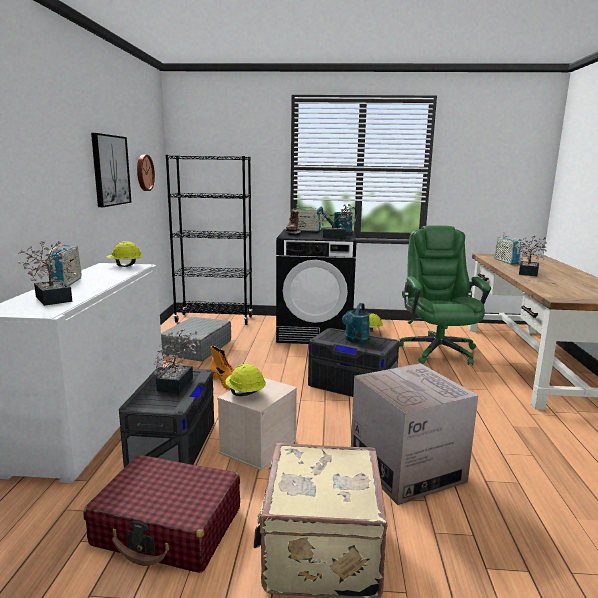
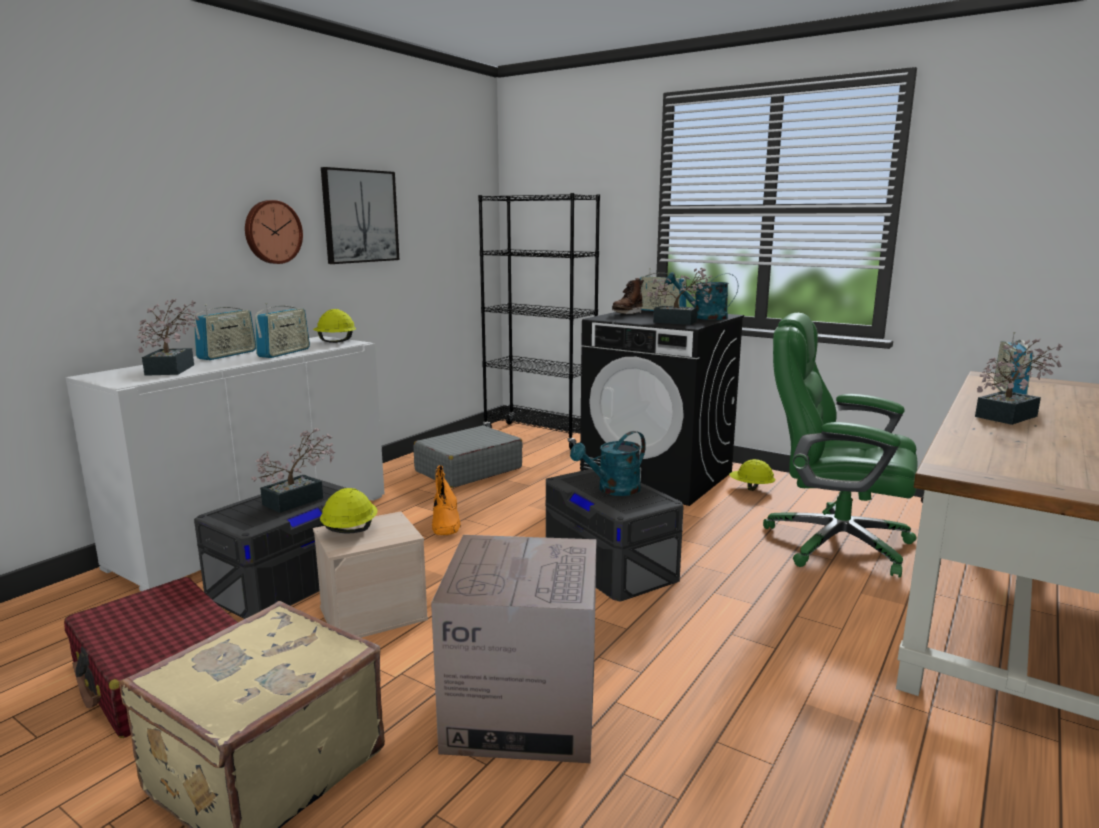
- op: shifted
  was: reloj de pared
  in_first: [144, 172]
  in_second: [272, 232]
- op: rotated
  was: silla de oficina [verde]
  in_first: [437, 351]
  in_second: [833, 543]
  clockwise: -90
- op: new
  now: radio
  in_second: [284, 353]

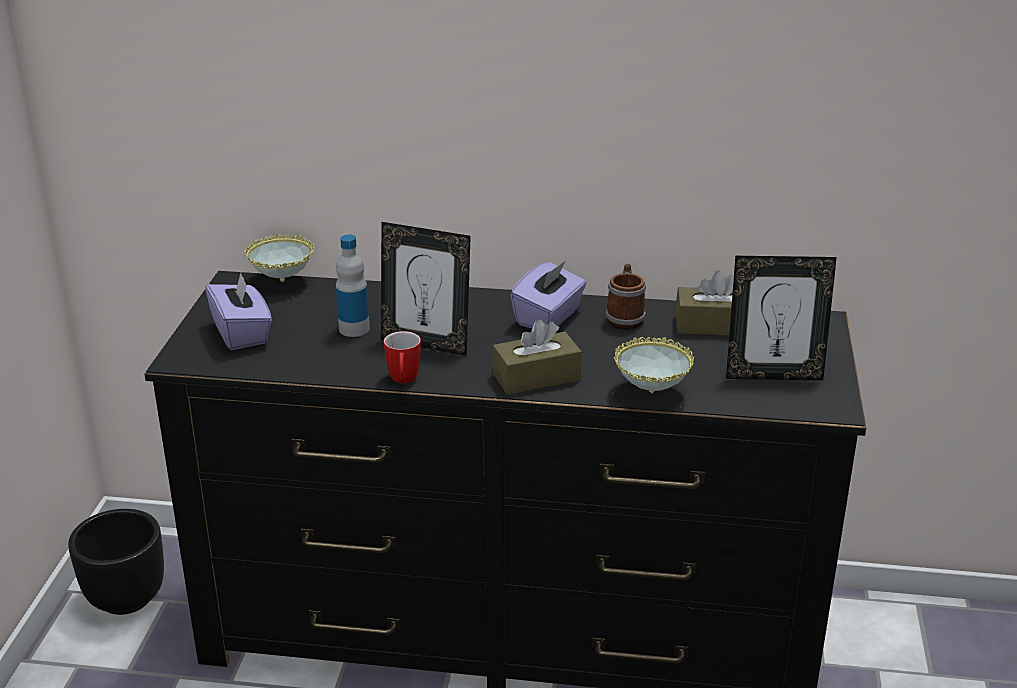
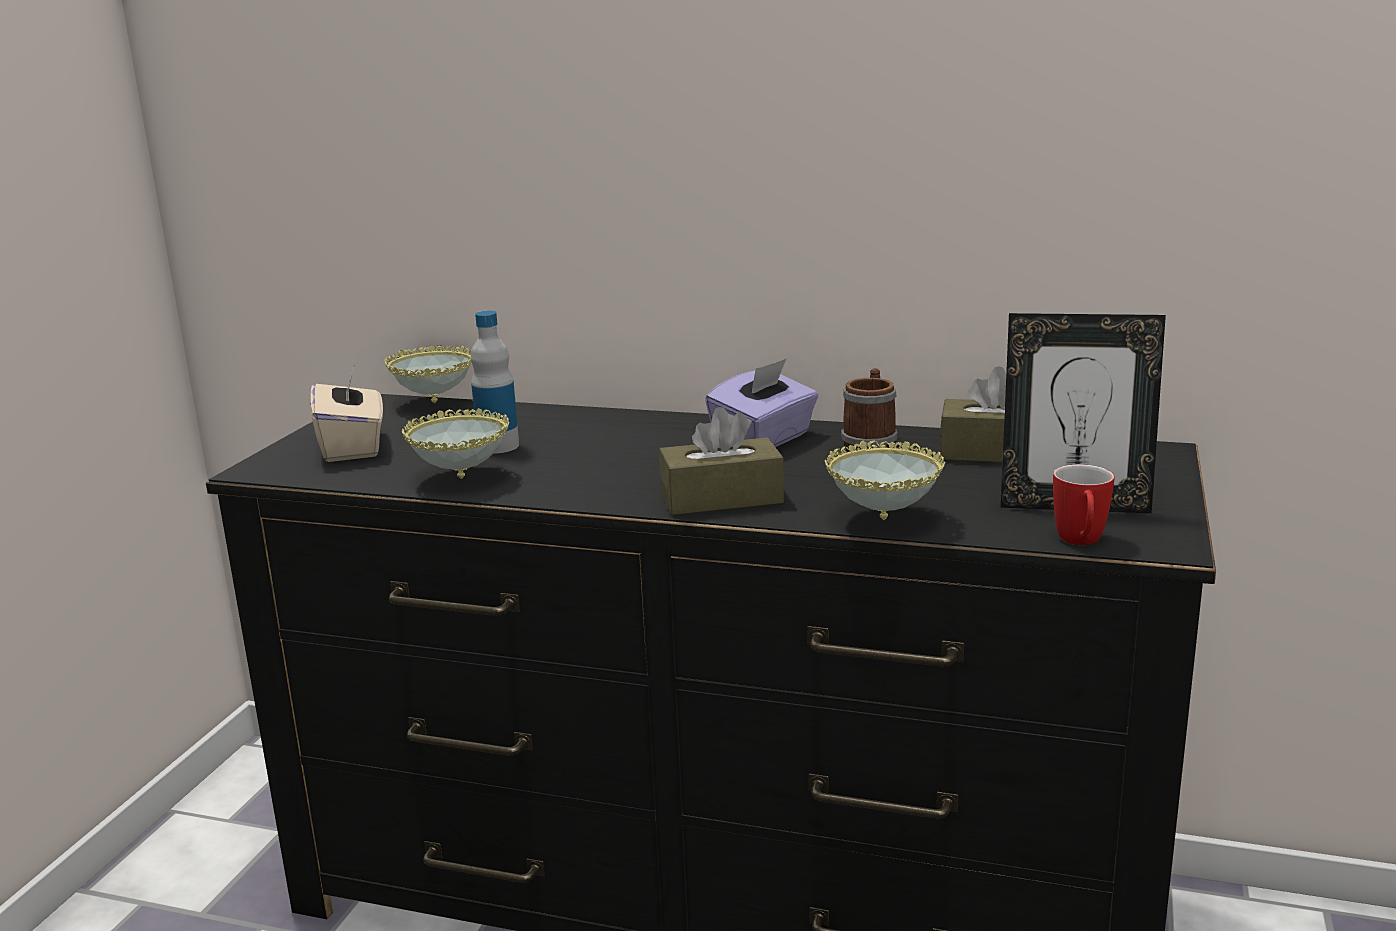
- op: gone
  was: portarretratos
  in_first: [426, 344]
- op: repainted
  was: caja de pañuelos [morado]
  now: caja de pañuelos [beis]
  in_first: [242, 333]
  in_second: [353, 447]
- op: shifted
  was: taza grande
  in_first: [403, 381]
  in_second: [1081, 543]
- op: gone
  was: maceta [negro]
  in_first: [127, 597]
- op: new
  now: cuenco
  in_second: [461, 478]

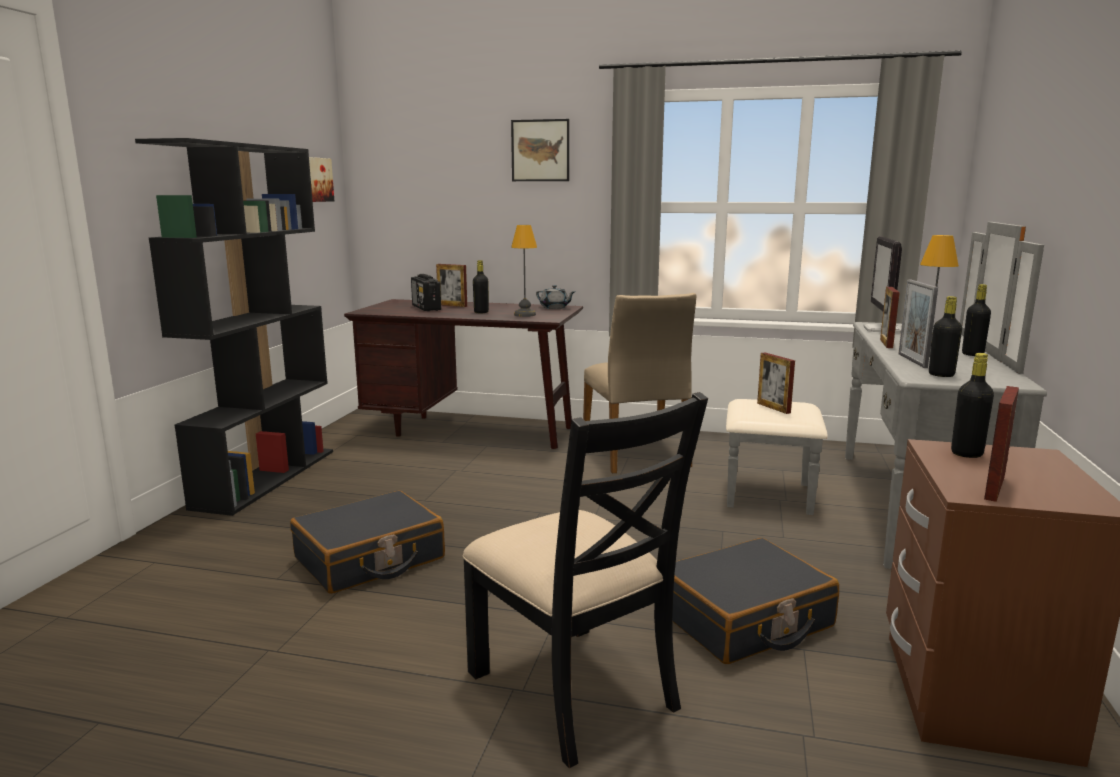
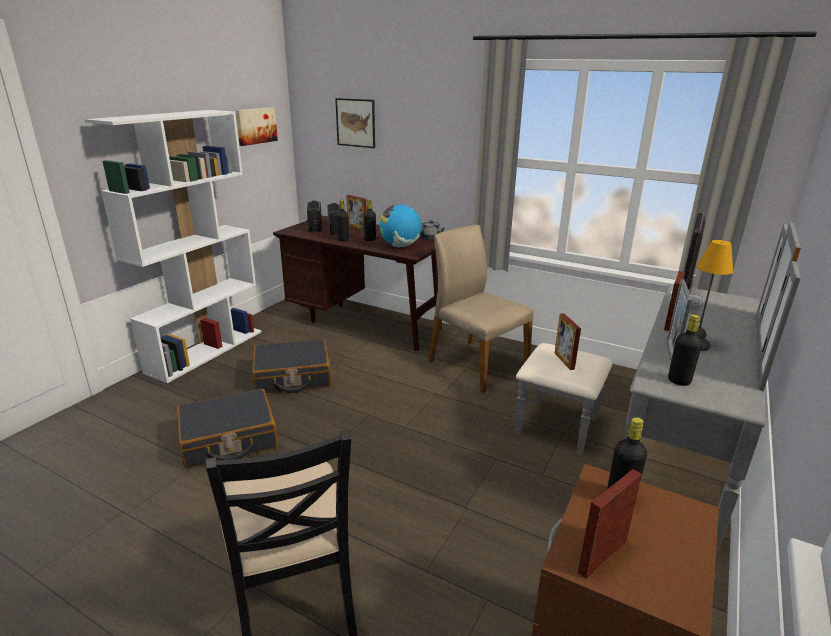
- op: shifted
  was: cuadro
  in_first: [540, 150]
  in_second: [355, 123]
- op: repainted
  was: estantería [negro]
  now: estantería [blanco]
  in_first: [266, 477]
  in_second: [206, 351]
- op: swapped
  was: lámpara de mesa
  now: globo terráqueo
  in_first: [525, 315]
  in_second: [400, 246]
- op: shifted
  was: botella [negro]
  in_first: [972, 354]
  in_second: [343, 240]
- op: rotated
  was: silla [beis]
  in_first: [637, 453]
  in_second: [476, 364]
  clockwise: 135
- op: shifted
  was: maleta [negro]
  in_first: [744, 619]
  in_second: [293, 377]
- op: new
  now: radio
  in_second: [315, 227]

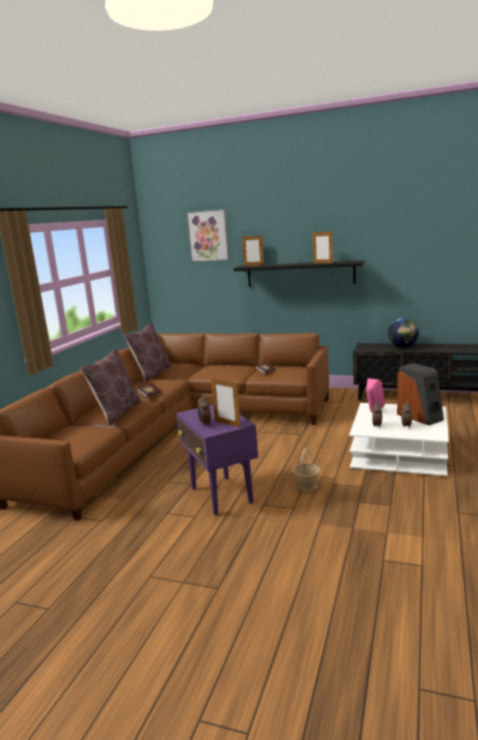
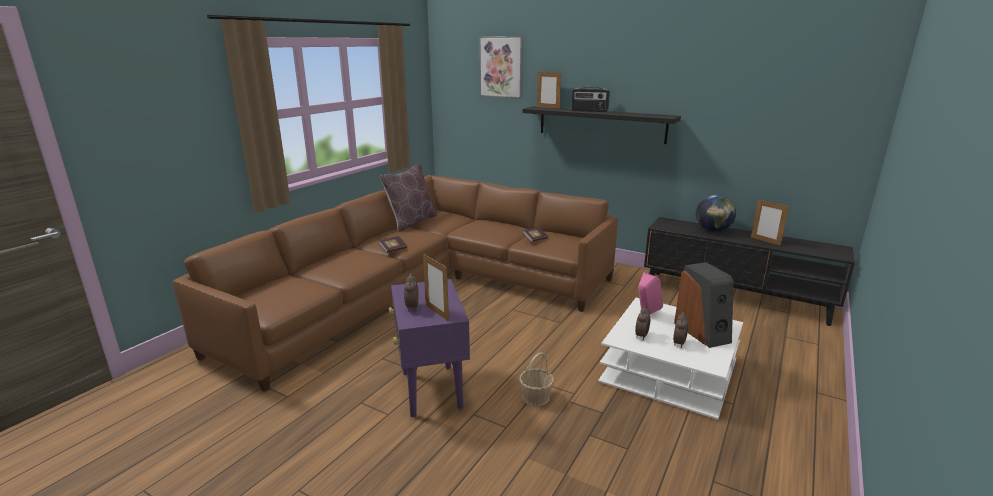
- op: shifted
  was: portarretratos
  in_first: [323, 263]
  in_second: [765, 241]
- op: gone
  was: cojín [marrón]
  in_first: [117, 413]
- op: new
  now: radio
  in_second: [589, 111]

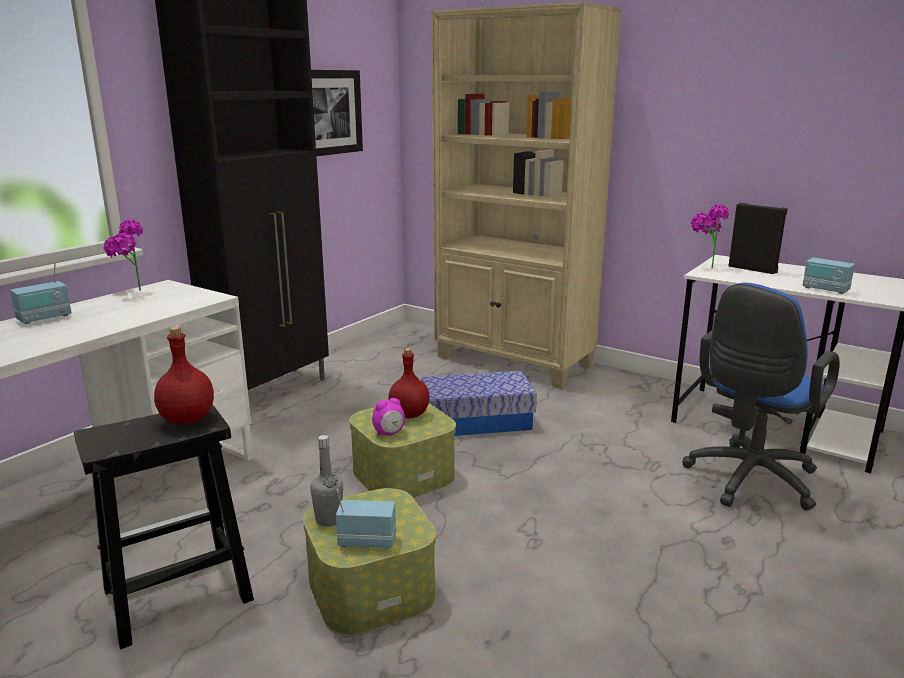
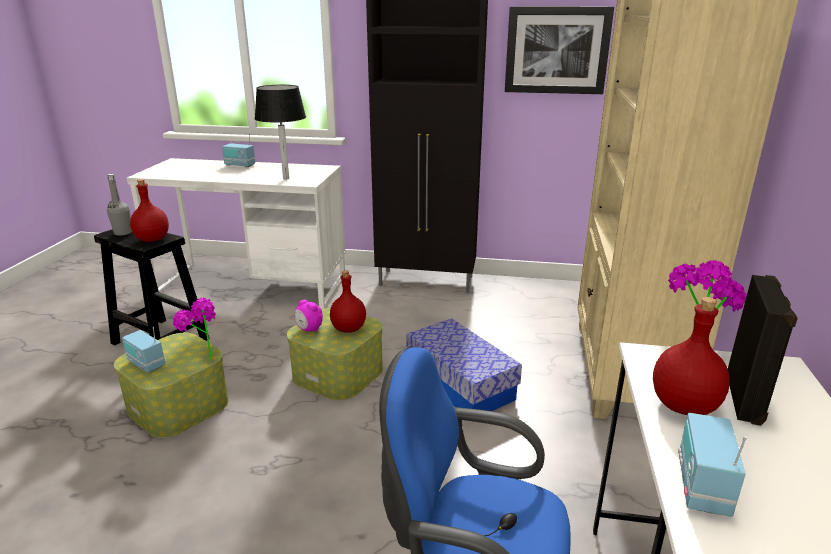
- op: shifted
  was: planta en maceta
  in_first: [131, 292]
  in_second: [203, 359]
- op: shifted
  was: botella [gris]
  in_first: [328, 519]
  in_second: [123, 233]
- op: rotated
  was: radio
  in_first: [367, 541]
  in_second: [146, 364]
  clockwise: 150
- op: new
  now: lámpara de mesa [negro]
  in_second: [286, 178]
- op: new
  now: botella [rojo]
  in_second: [685, 406]

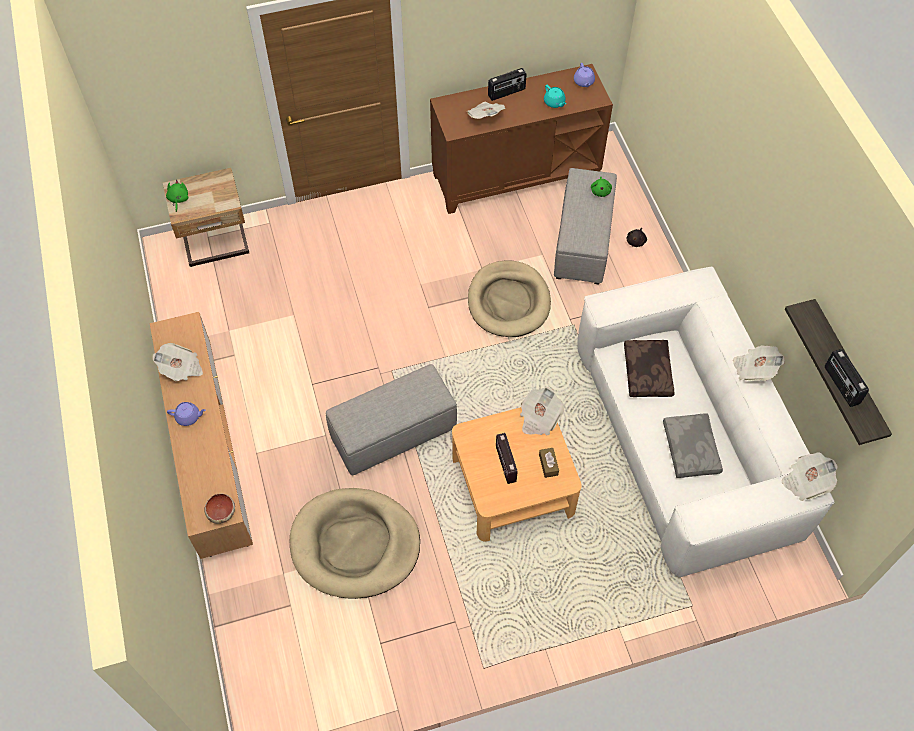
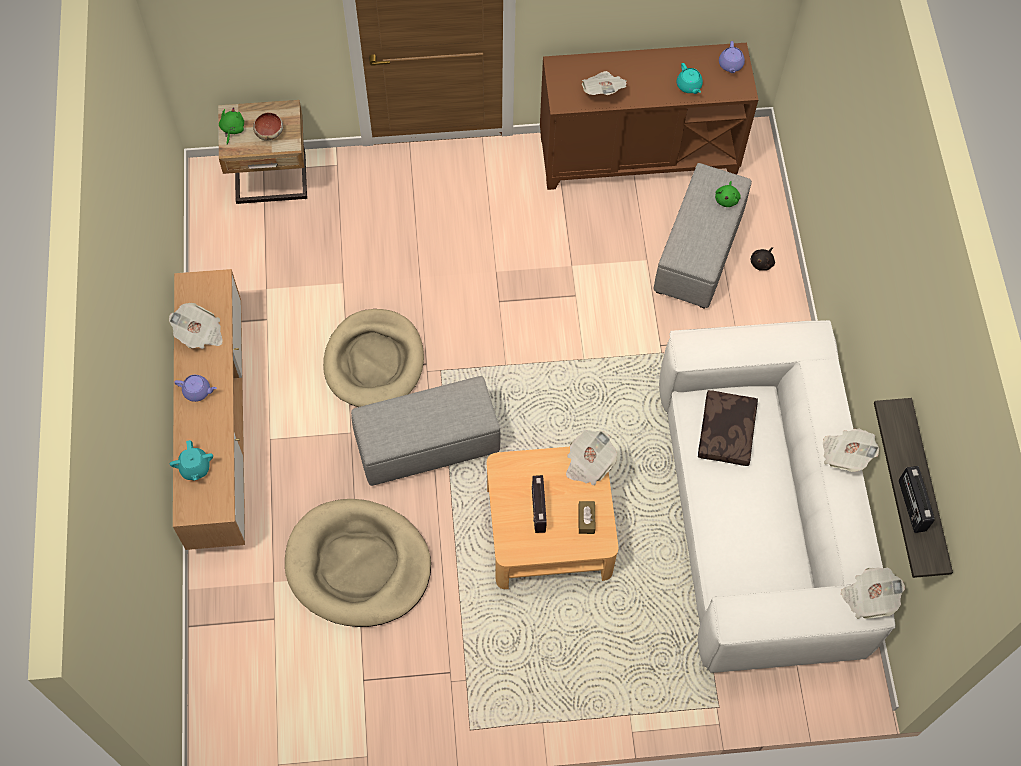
- op: gone
  was: radio
  in_first: [506, 93]
- op: shifted
  was: cama para perro [beis]
  in_first: [508, 301]
  in_second: [374, 361]
- op: gone
  was: cojín [gris]
  in_first: [691, 450]
- op: shifted
  was: cuenco
  in_first: [221, 512]
  in_second: [269, 132]
- op: new
  now: tetera [turquesa]
  in_second: [195, 468]

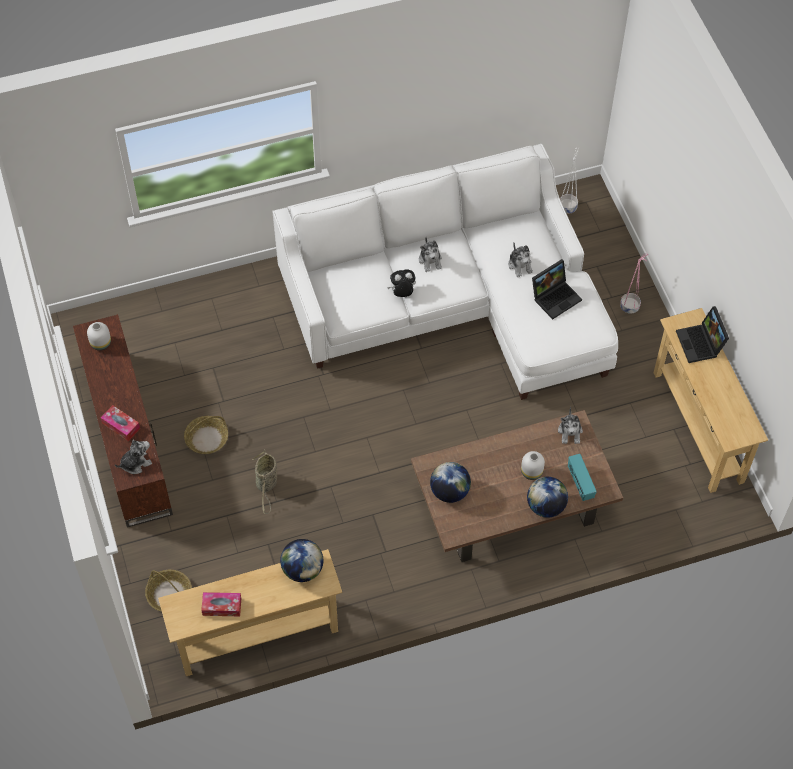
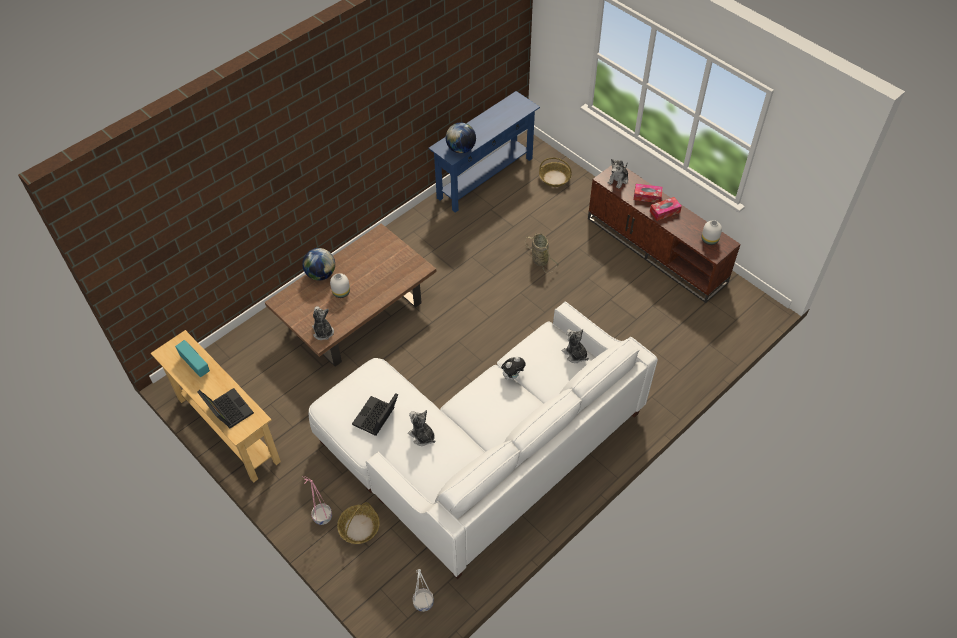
- op: shifted
  was: peluche
  in_first: [430, 260]
  in_second: [575, 354]
- op: shifted
  was: cesta
  in_first: [207, 439]
  in_second: [359, 528]
- op: shifted
  was: radio
  in_first: [580, 483]
  in_second: [195, 364]
- op: gone
  was: globo terráqueo
  in_first: [449, 491]
- op: repainted
  was: mesa consola [beis]
  now: mesa consola [azul]
  in_first: [257, 637]
  in_second: [485, 178]
- op: shifted
  was: caja de pañuelos
  in_first: [222, 607]
  in_second: [664, 212]

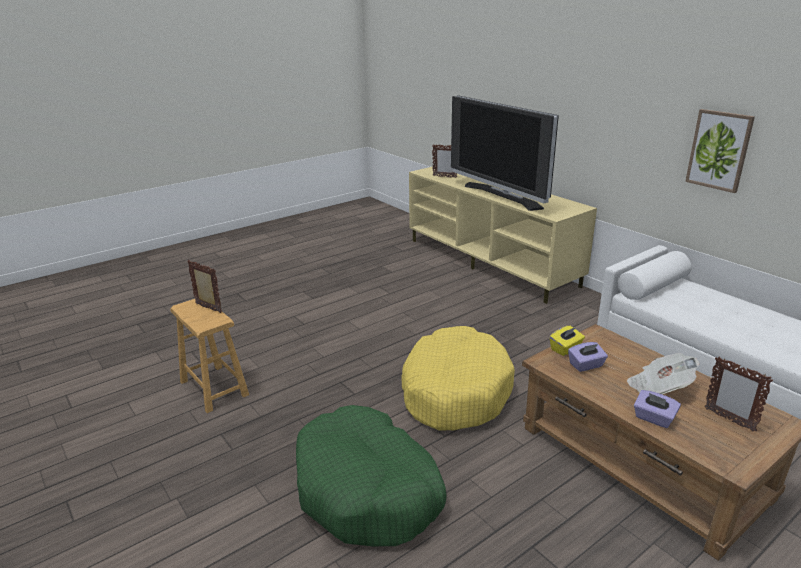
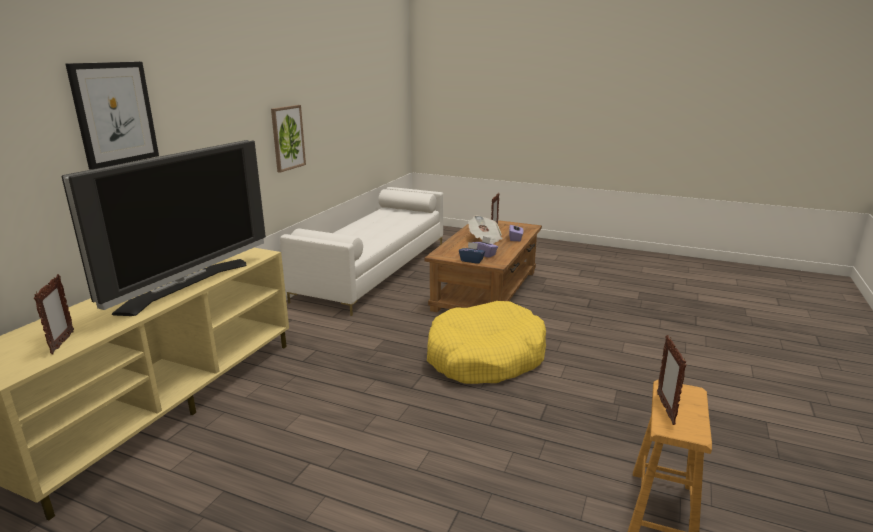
- op: repainted
  was: caja de pañuelos [amarillo]
  now: caja de pañuelos [azul]
  in_first: [566, 349]
  in_second: [471, 260]
- op: gone
  was: cama para perro [verde]
  in_first: [368, 490]
- op: new
  now: cuadro
  in_second: [114, 113]

